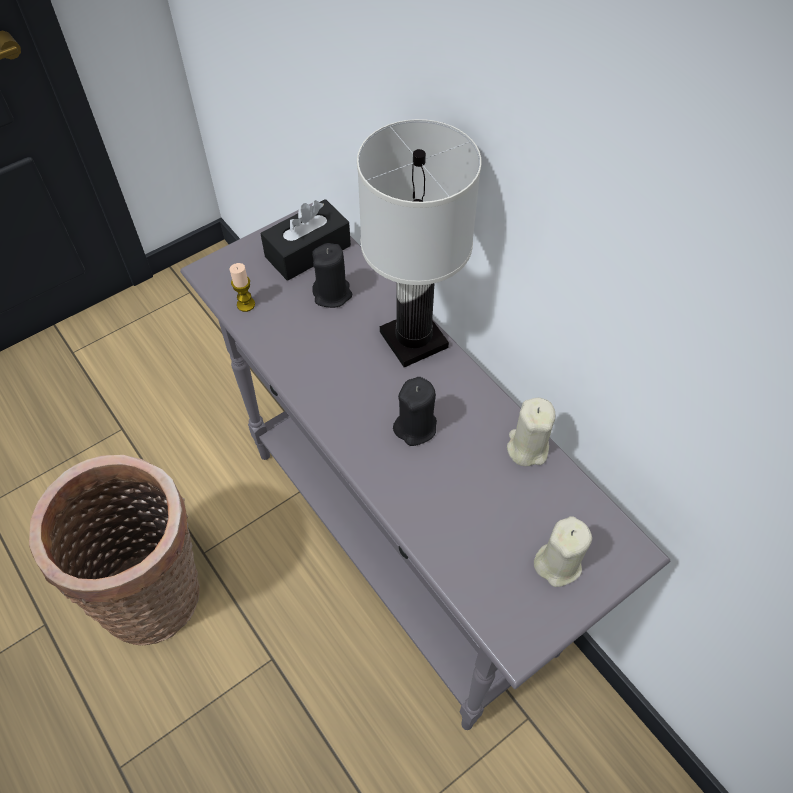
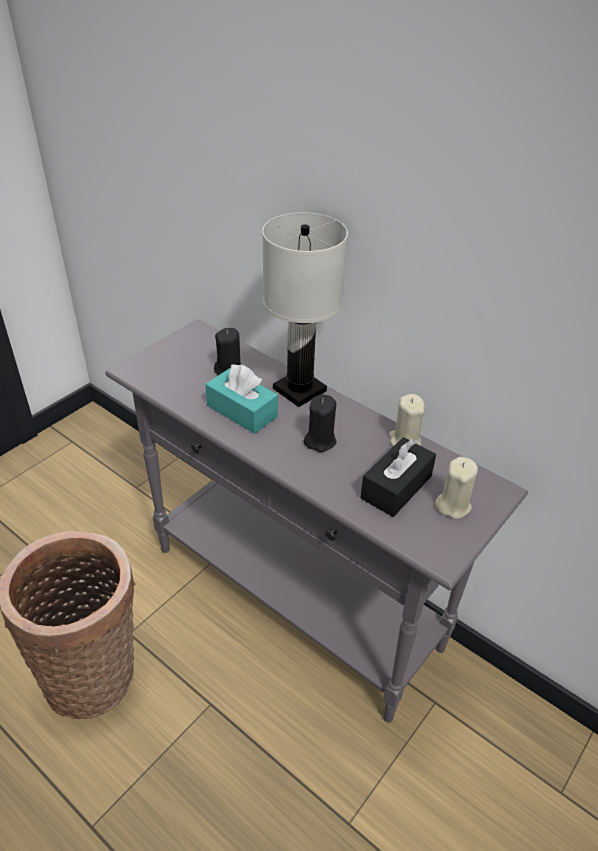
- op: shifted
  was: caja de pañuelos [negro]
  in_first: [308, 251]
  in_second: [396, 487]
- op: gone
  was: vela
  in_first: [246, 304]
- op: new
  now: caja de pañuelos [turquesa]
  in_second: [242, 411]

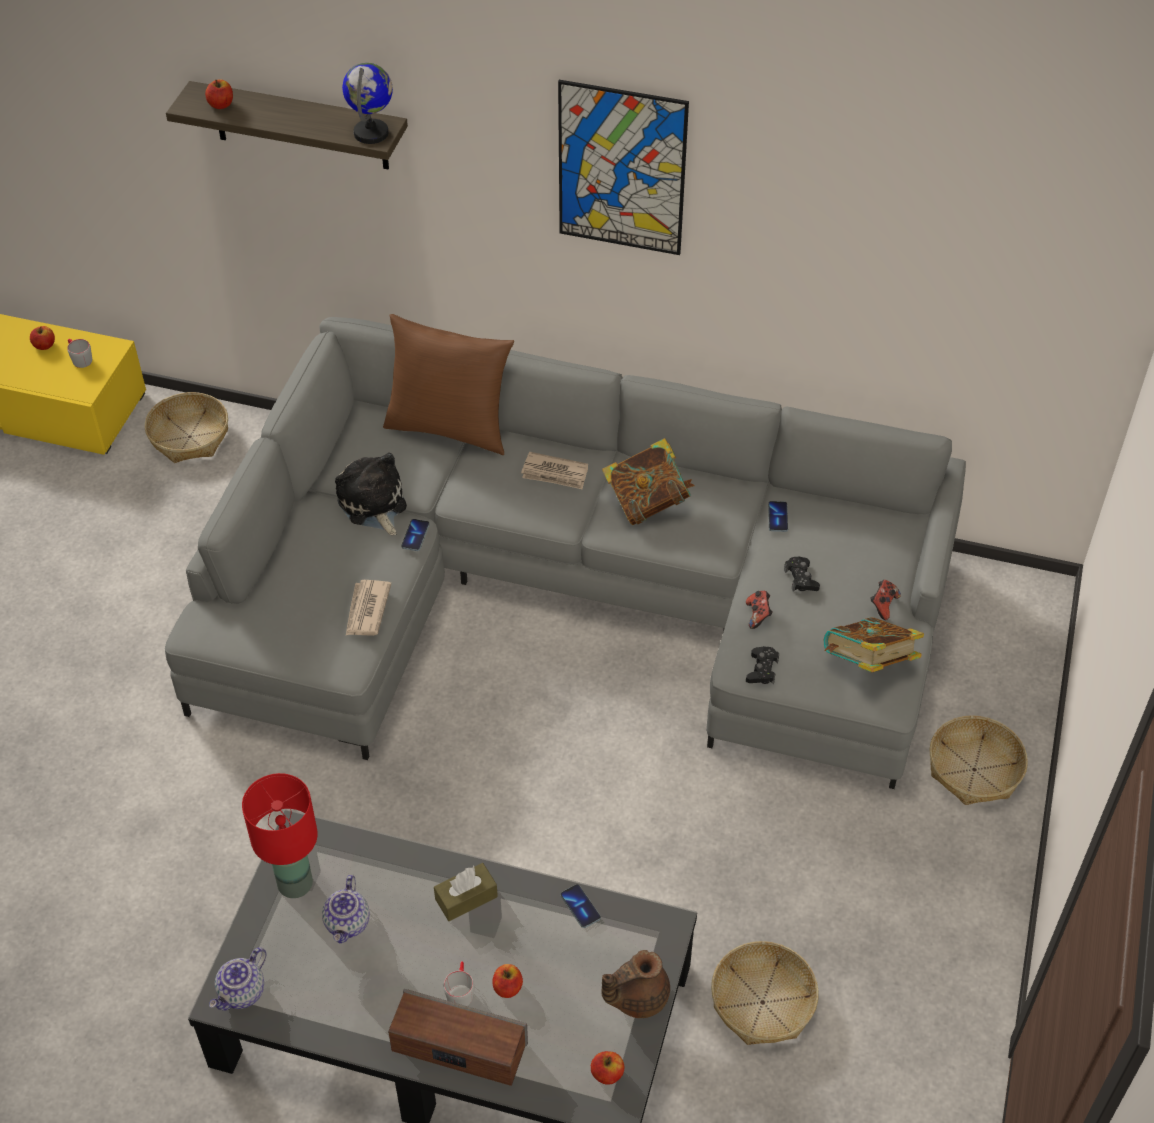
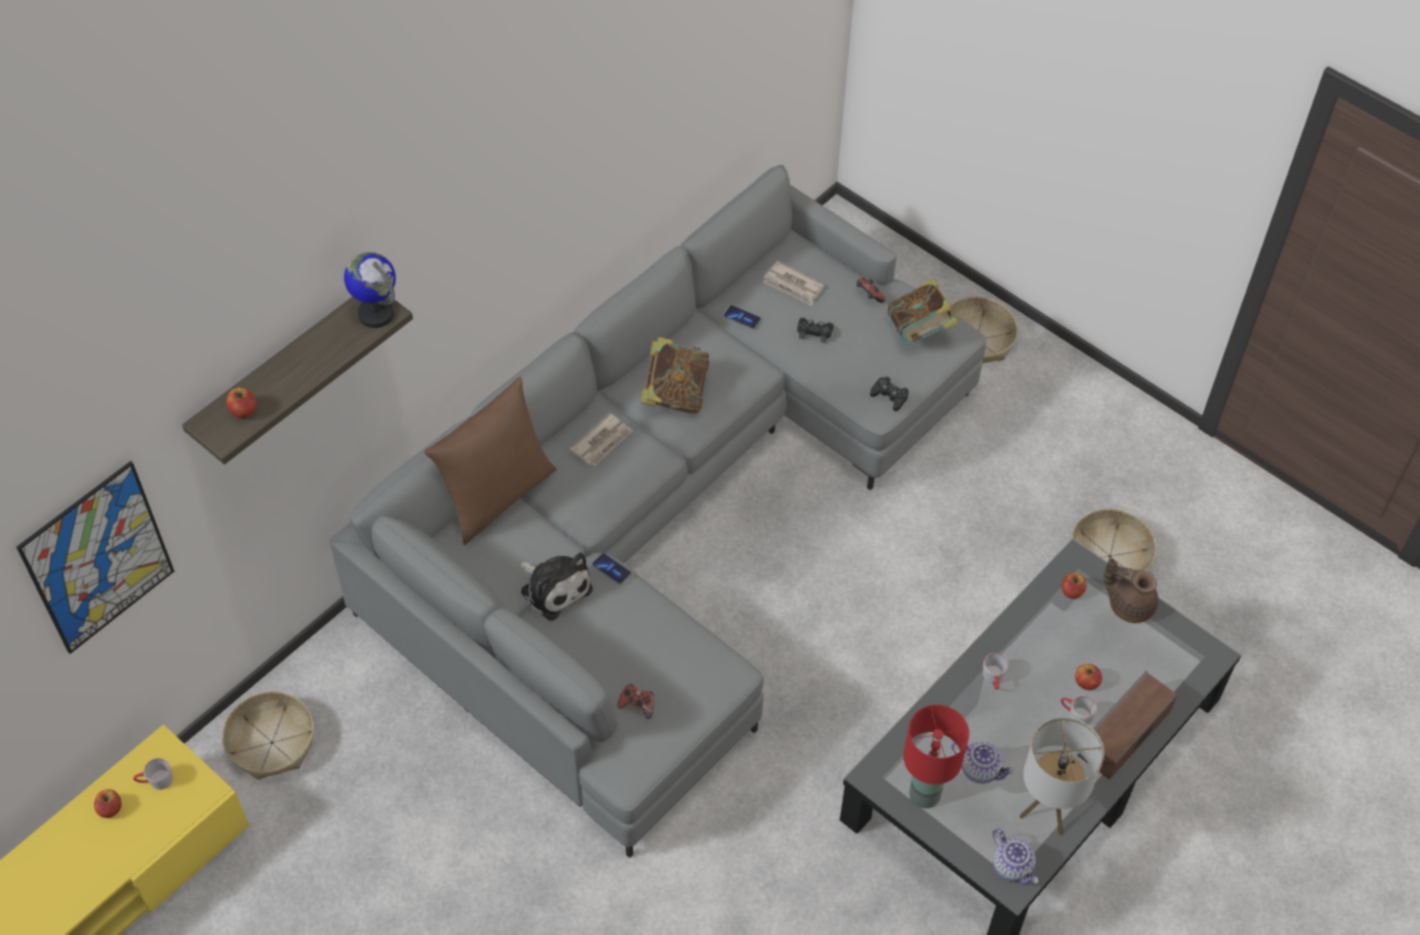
- op: shifted
  was: cuadro
  in_first: [621, 169]
  in_second: [98, 558]
- op: rotated
  was: peluche
  in_first: [373, 505]
  in_second: [554, 588]
  clockwise: -135
- op: shifted
  was: periódico
  in_first: [366, 610]
  in_second: [793, 285]
- op: shifted
  was: mando de consola
  in_first: [758, 615]
  in_second: [637, 705]
- op: swapped
  was: caja de pañuelos [marrón]
  now: taza grande [gris]
  in_first: [466, 898]
  in_second: [994, 679]
- op: gone
  was: móvil
  in_first: [580, 907]
- op: rotated
  was: tetera [marrón]
  in_first: [636, 996]
  in_second: [1128, 604]
  clockwise: 120
- op: shifted
  was: manzana
  in_first: [607, 1074]
  in_second: [1072, 591]
- op: new
  now: lámpara de mesa
  in_second: [1048, 808]

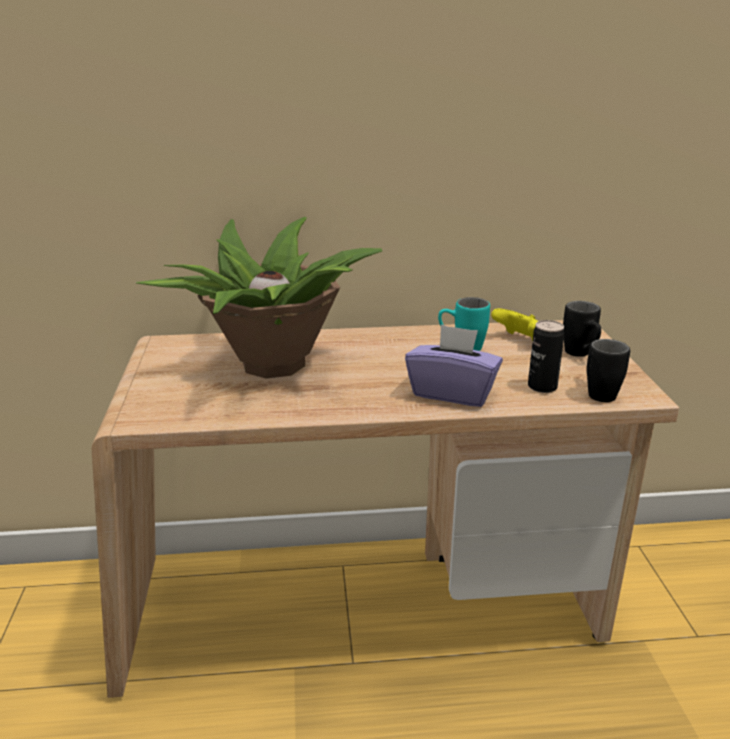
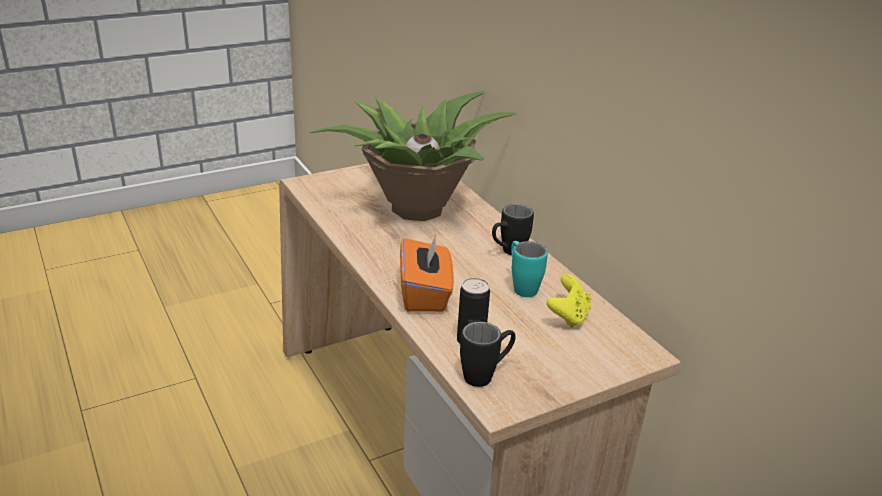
- op: shifted
  was: taza grande [negro]
  in_first: [581, 355]
  in_second: [508, 252]
- op: repainted
  was: caja de pañuelos [morado]
  now: caja de pañuelos [naranja]
  in_first: [452, 393]
  in_second: [425, 294]

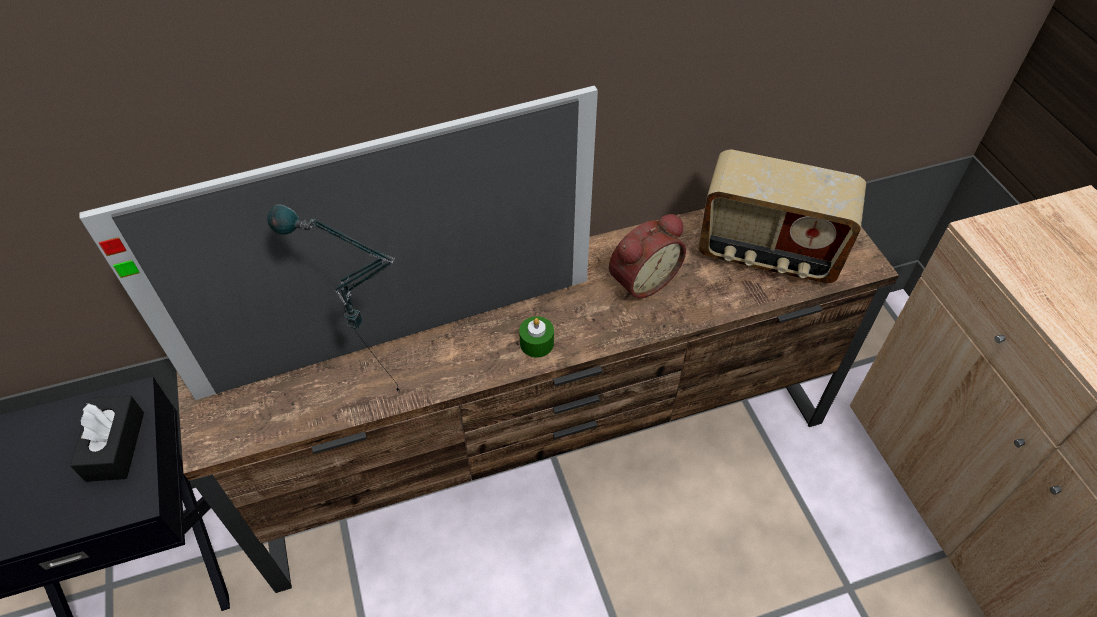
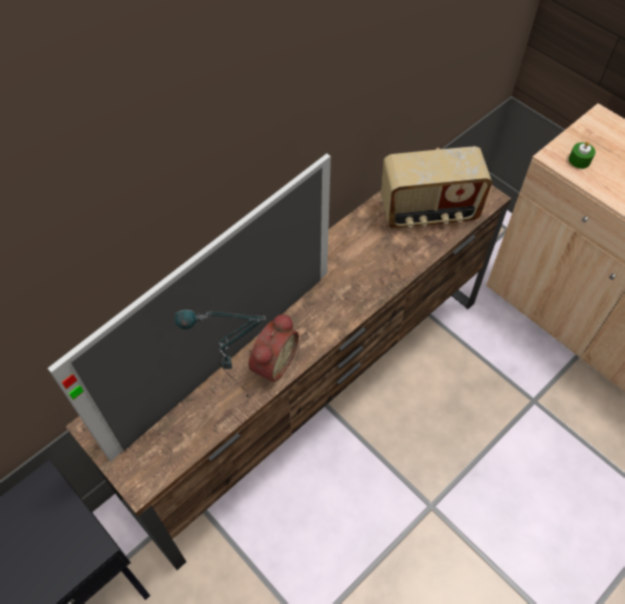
- op: shifted
  was: despertador
  in_first: [641, 280]
  in_second: [272, 362]
- op: shifted
  was: vela [verde]
  in_first: [536, 343]
  in_second: [579, 160]
- op: gone
  was: caja de pañuelos [negro]
  in_first: [115, 446]

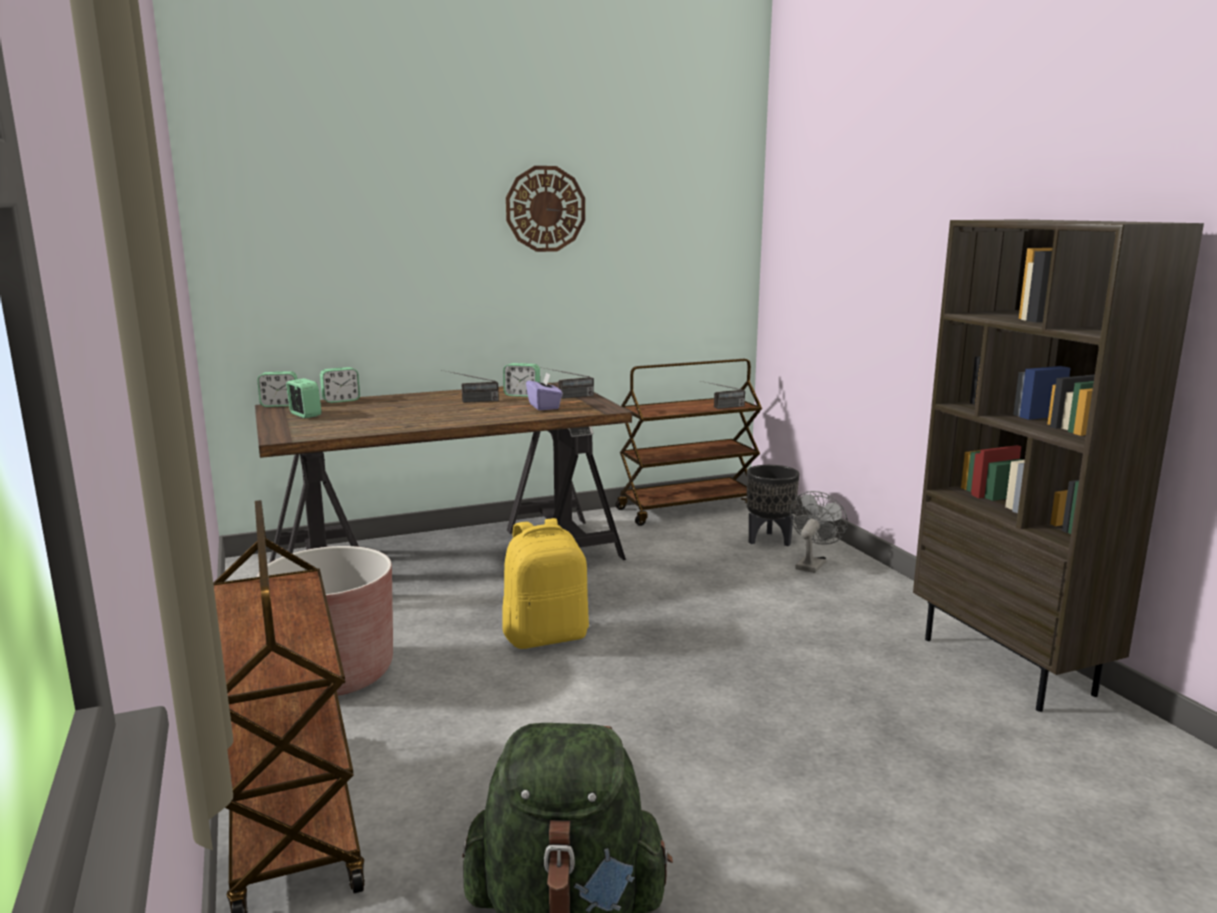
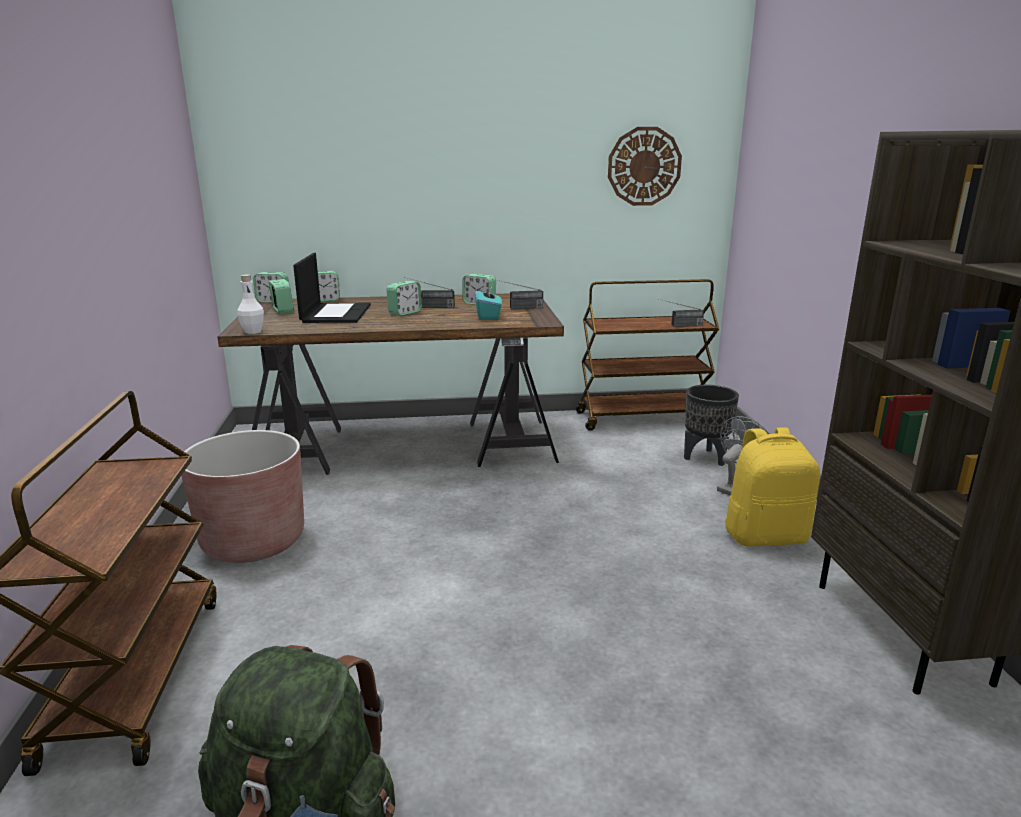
- op: shifted
  was: reloj de pared
  in_first: [545, 209]
  in_second: [644, 166]
- op: repainted
  was: caja de pañuelos [morado]
  now: caja de pañuelos [turquesa]
  in_first: [544, 406]
  in_second: [488, 316]
- op: shifted
  was: mochila [amarillo]
  in_first: [546, 636]
  in_second: [765, 536]
- op: new
  now: portátil
  in_second: [335, 313]
- op: new
  now: botella [blanco]
  in_second: [253, 331]
- op: new
  now: despertador
  in_second: [405, 312]

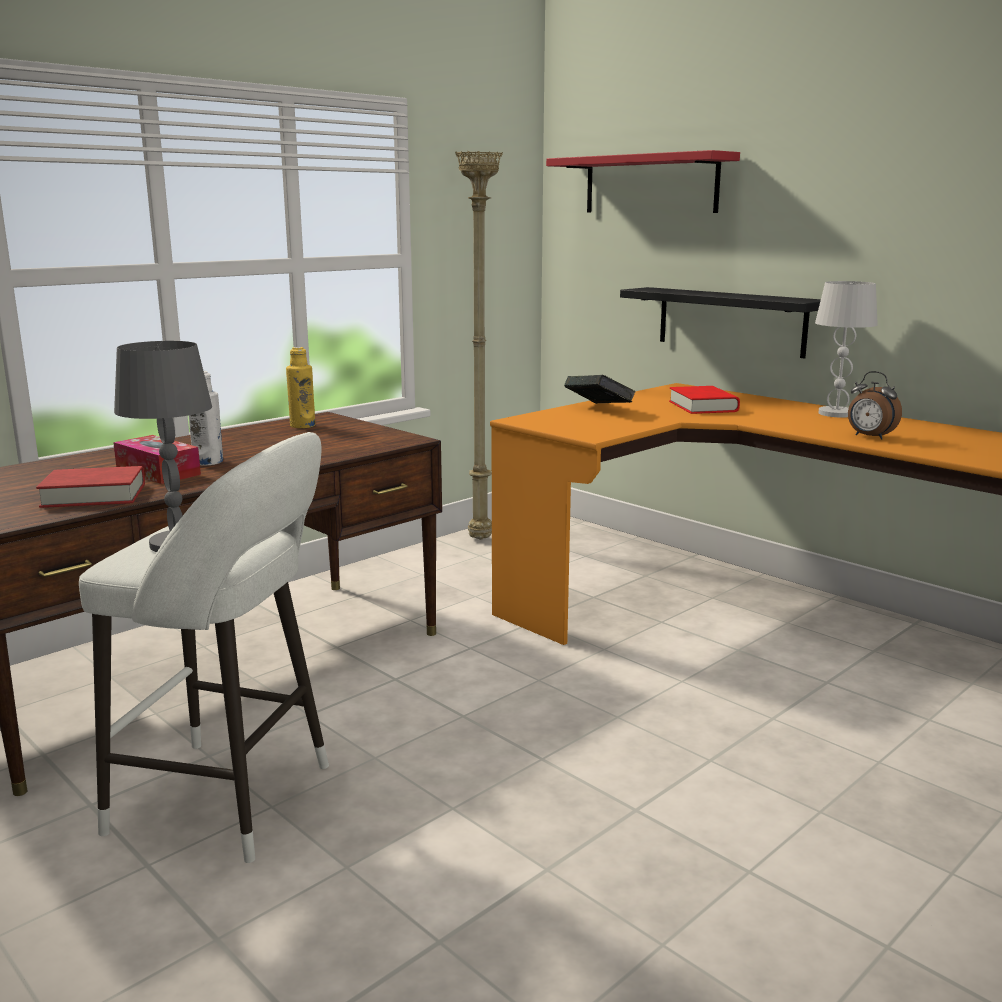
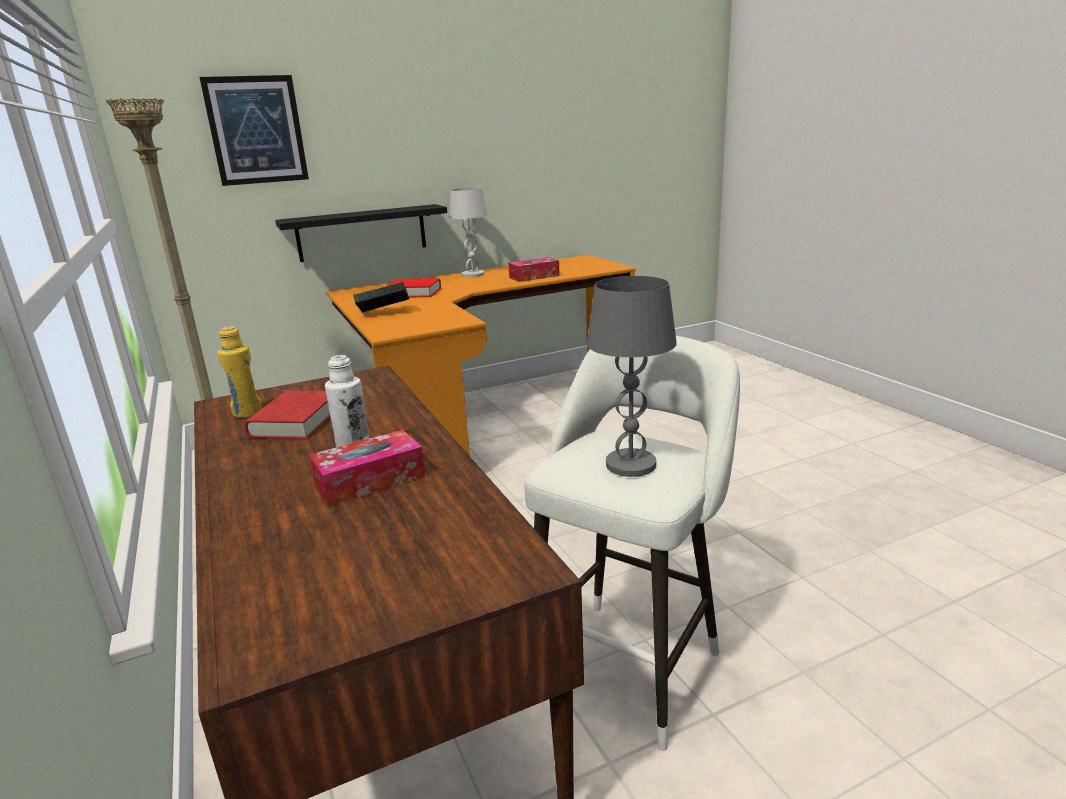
- op: swapped
  was: estante [rojo]
  now: cuadro
  in_first: [650, 184]
  in_second: [256, 130]
- op: swapped
  was: despertador
  now: caja de pañuelos
  in_first: [869, 437]
  in_second: [534, 276]
- op: shifted
  was: libro [rojo]
  in_first: [94, 495]
  in_second: [295, 422]

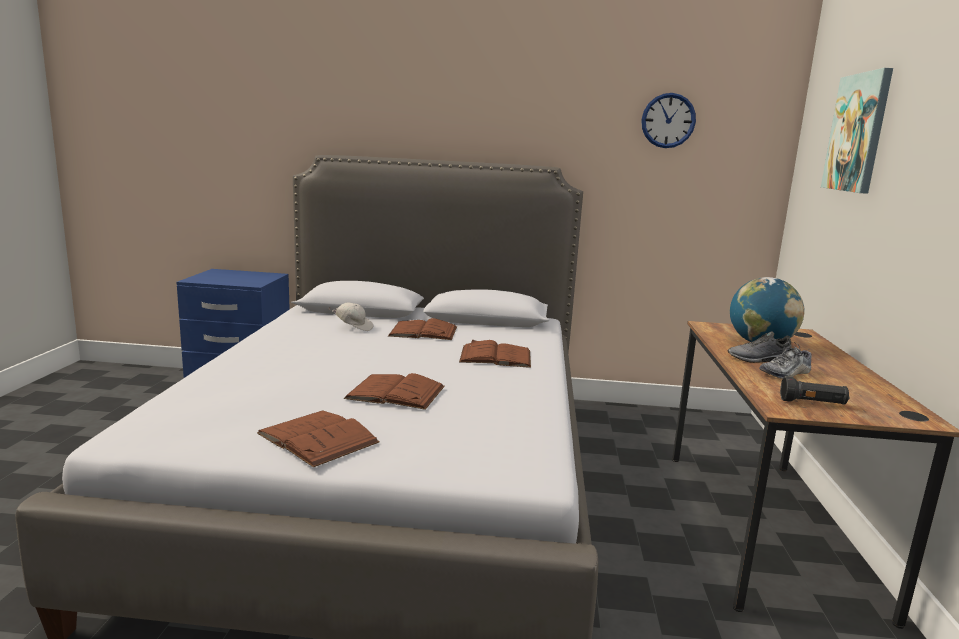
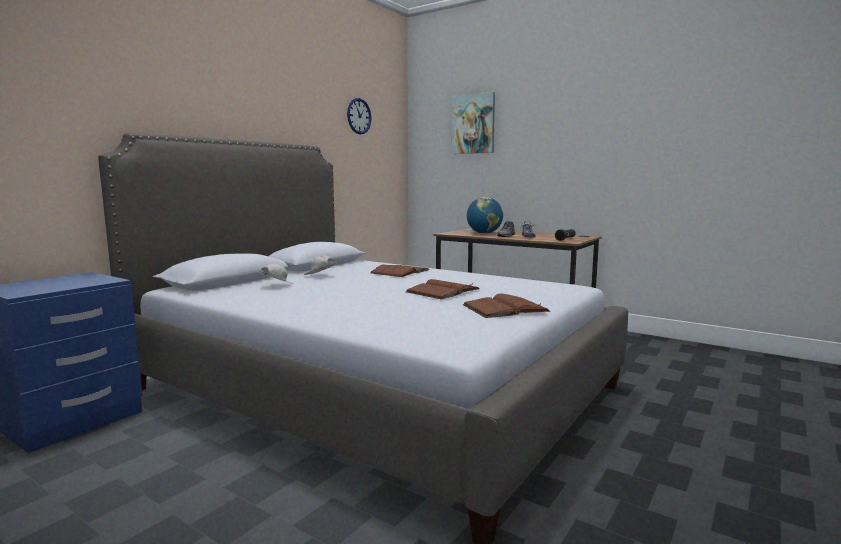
- op: swapped
  was: libro [marrón]
  now: gorra [blanco]
  in_first: [423, 331]
  in_second: [320, 276]

